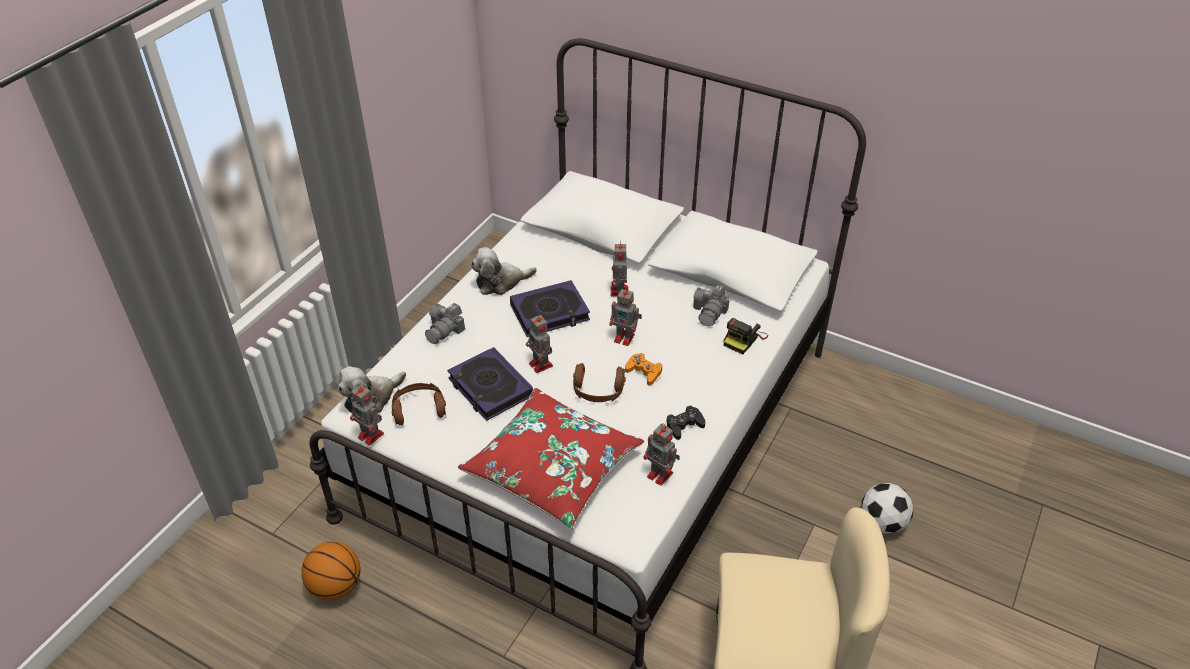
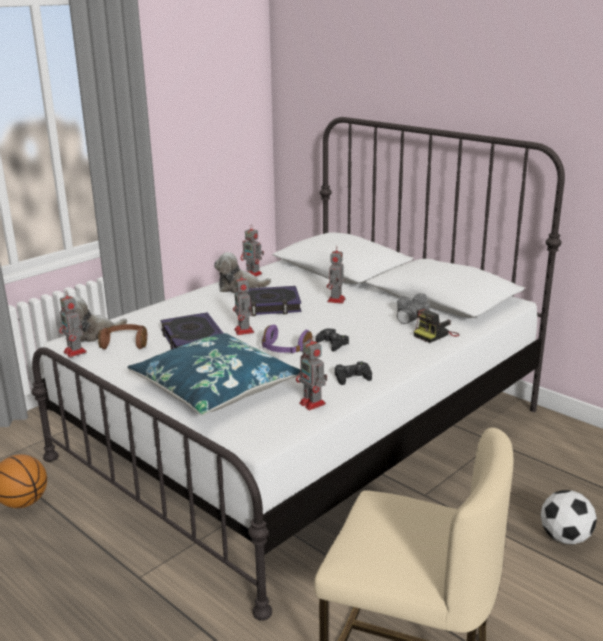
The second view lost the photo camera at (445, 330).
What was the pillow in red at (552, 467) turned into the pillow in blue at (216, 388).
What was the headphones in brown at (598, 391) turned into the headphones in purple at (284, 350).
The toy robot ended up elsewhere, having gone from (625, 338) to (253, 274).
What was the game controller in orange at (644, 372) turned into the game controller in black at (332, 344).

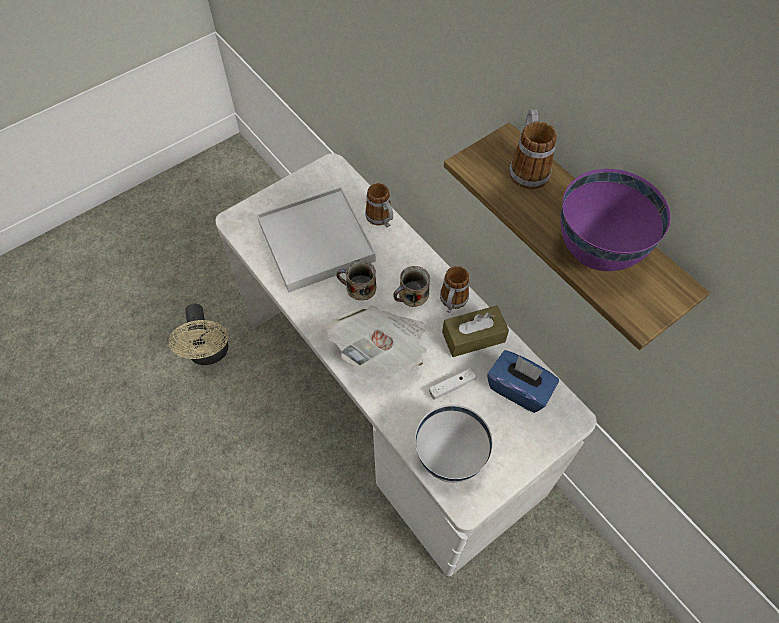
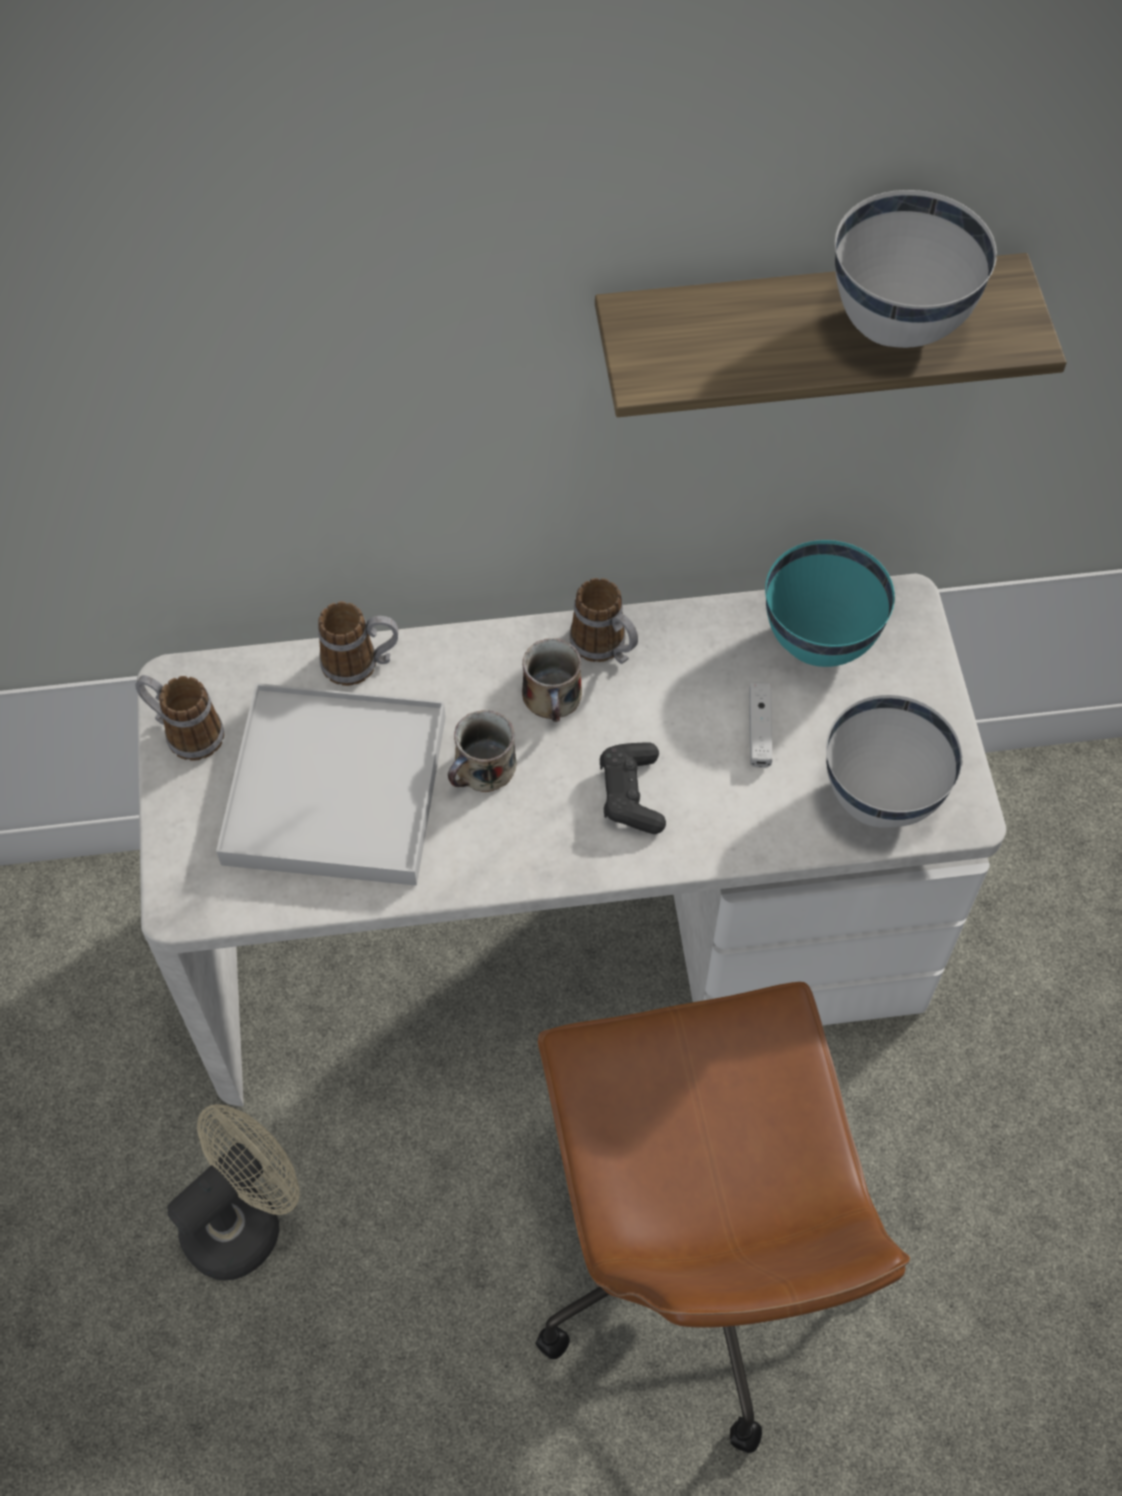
The fan in beige at (209, 354) ended up facing another way, 60 degrees counterclockwise from before.
Where the newspaper stood at (383, 350), the game controller in black came to stand at (631, 794).
The second view lost the tissue box in brown at (473, 337).
Where the tissue box in blue stood at (519, 389), the bowl in turquoise came to stand at (818, 643).
The mug ended up elsewhere, having gone from (527, 168) to (185, 732).
What was the bowl in purple at (596, 253) turned into the bowl in white at (898, 327).
The second view gained the office chair in brown at (696, 1259).

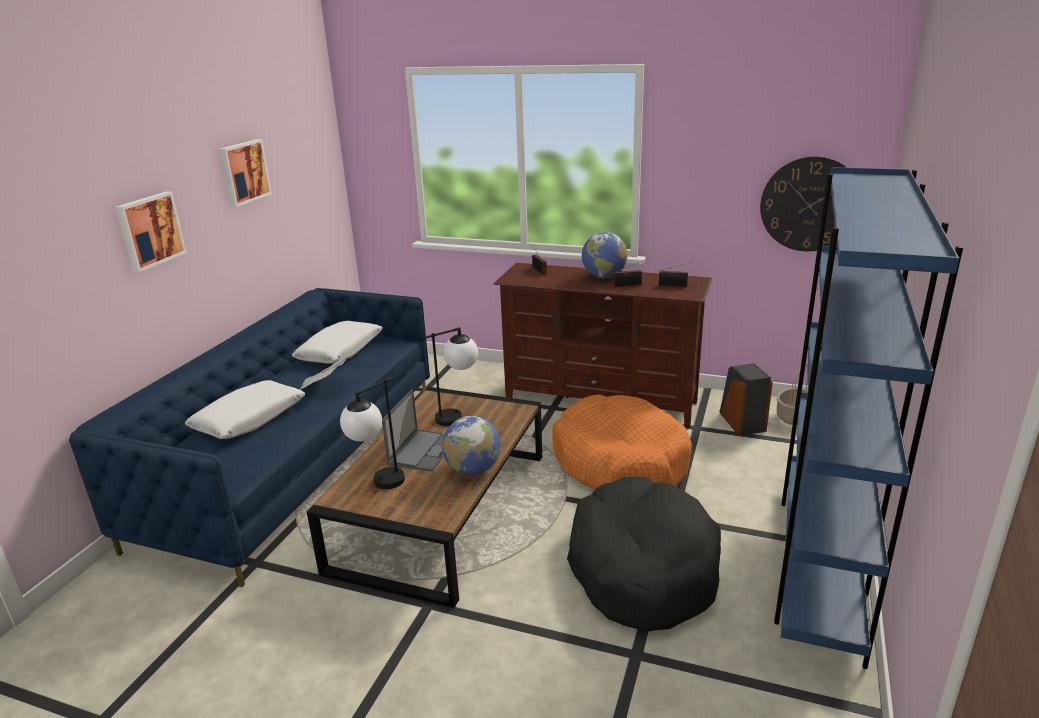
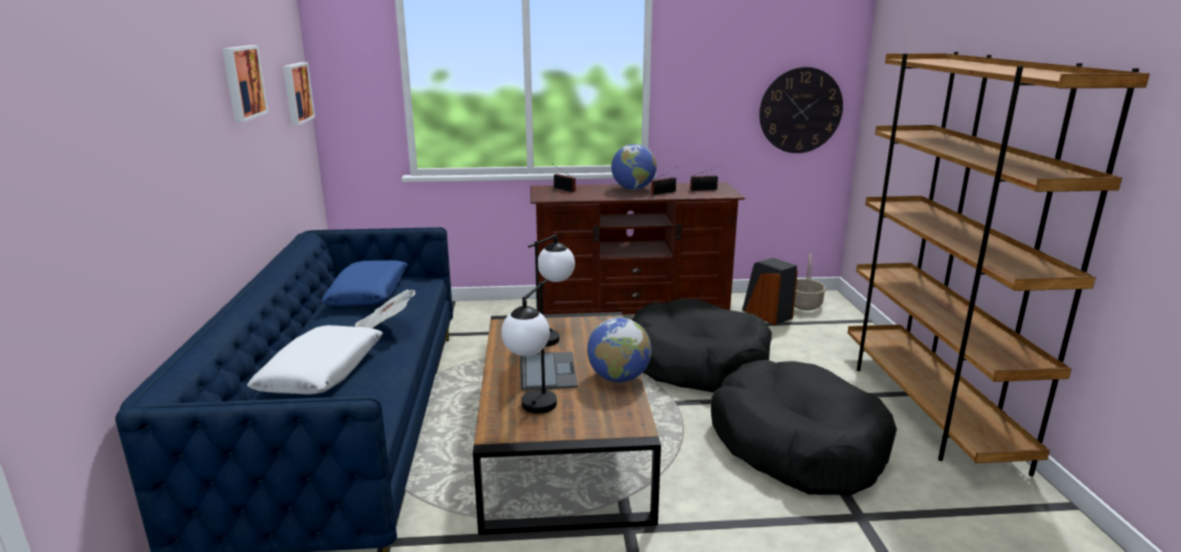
The picture ended up elsewhere, having gone from (149, 230) to (296, 93).
What was the pillow in white at (340, 351) turned into the pillow in blue at (368, 293).
What was the dog bed in orange at (620, 463) turned into the dog bed in black at (696, 364).
What was the bookcase in blue at (819, 565) turned into the bookcase in brown at (927, 409).

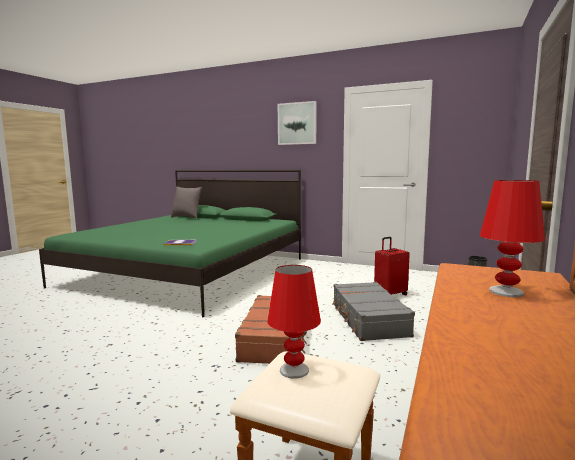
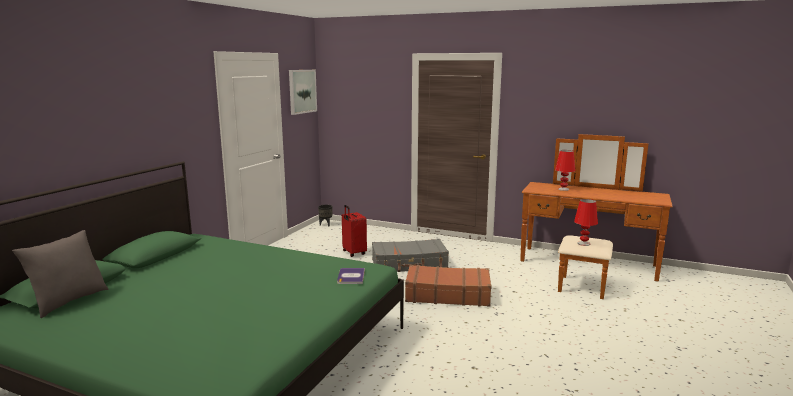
The picture ended up elsewhere, having gone from (297, 123) to (302, 91).

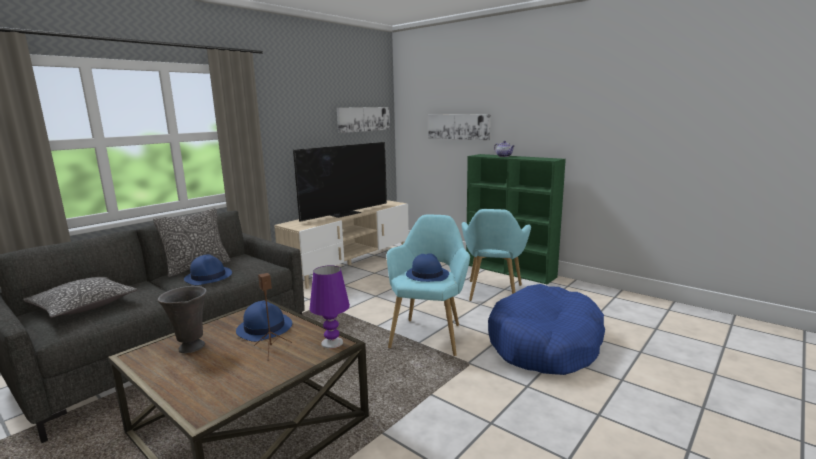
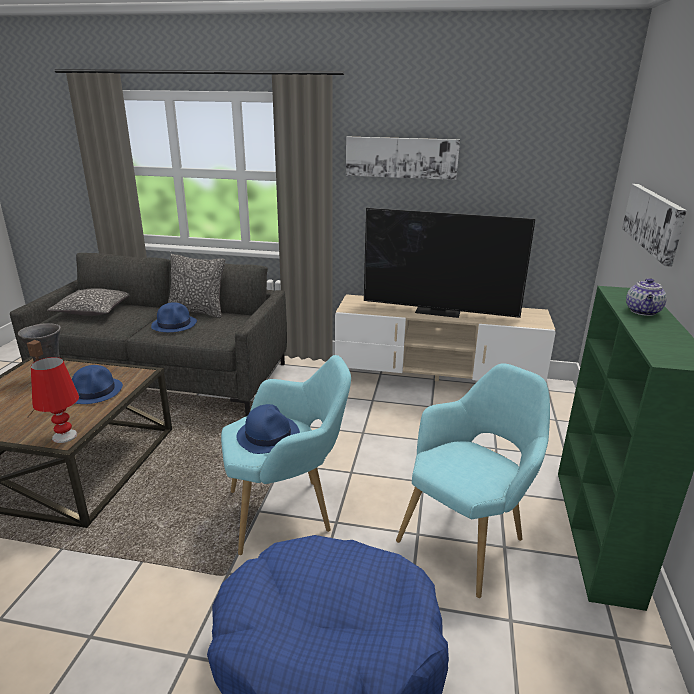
What was the table lamp in purple at (332, 343) turned into the table lamp in red at (64, 436).
The picture ended up elsewhere, having gone from (363, 119) to (401, 157).
The armchair in turquoise at (493, 294) ended up facing another way, 150 degrees clockwise from before.

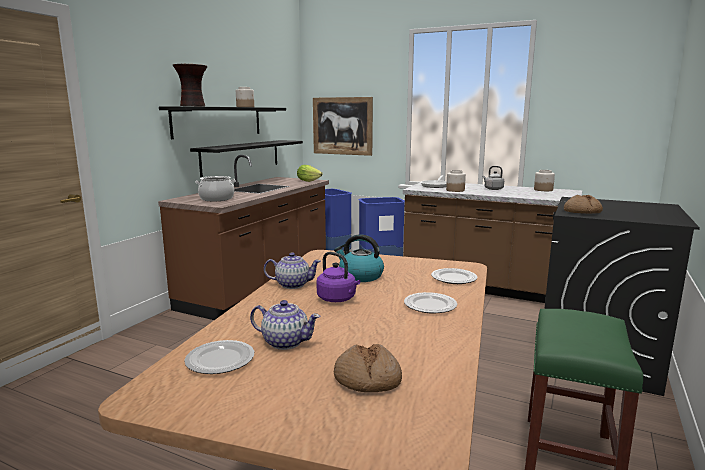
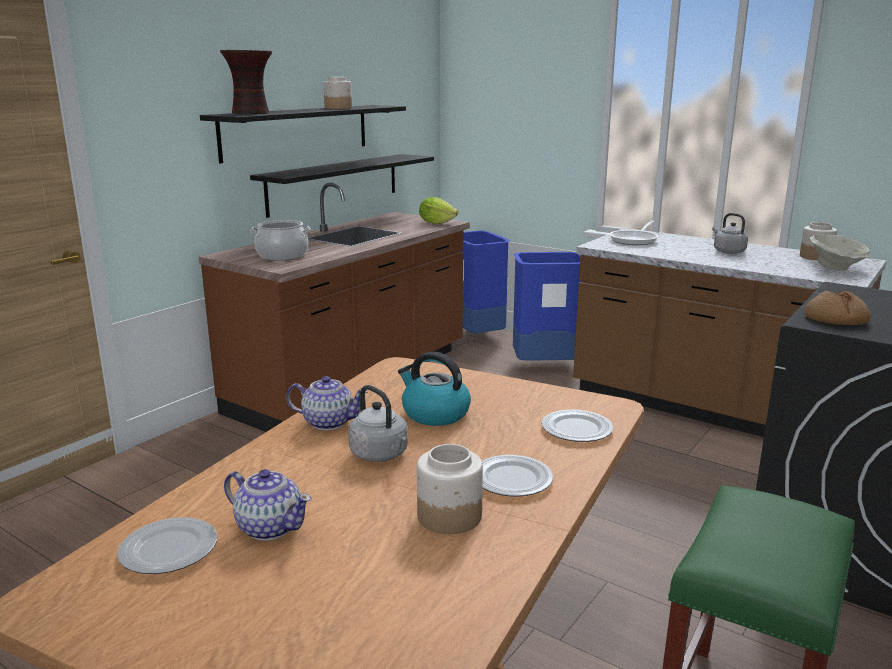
The second view lost the picture at (342, 126).
What was the kettle in purple at (338, 299) turned into the kettle in grey at (381, 455).
The second view lost the bread at (367, 379).
The jar ended up elsewhere, having gone from (455, 190) to (448, 516).
The second view gained the bowl in beige at (835, 268).

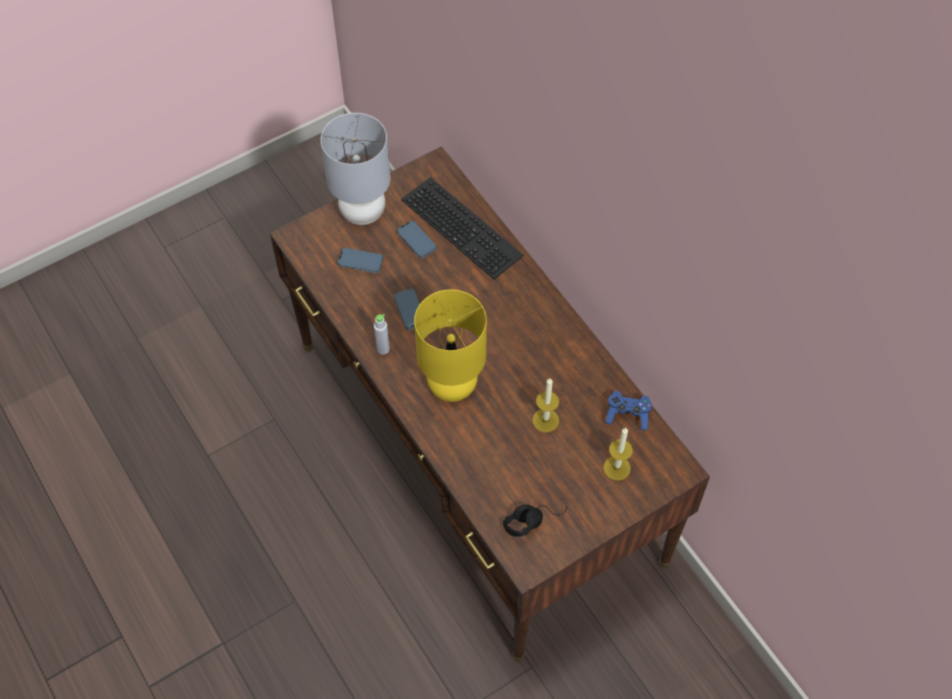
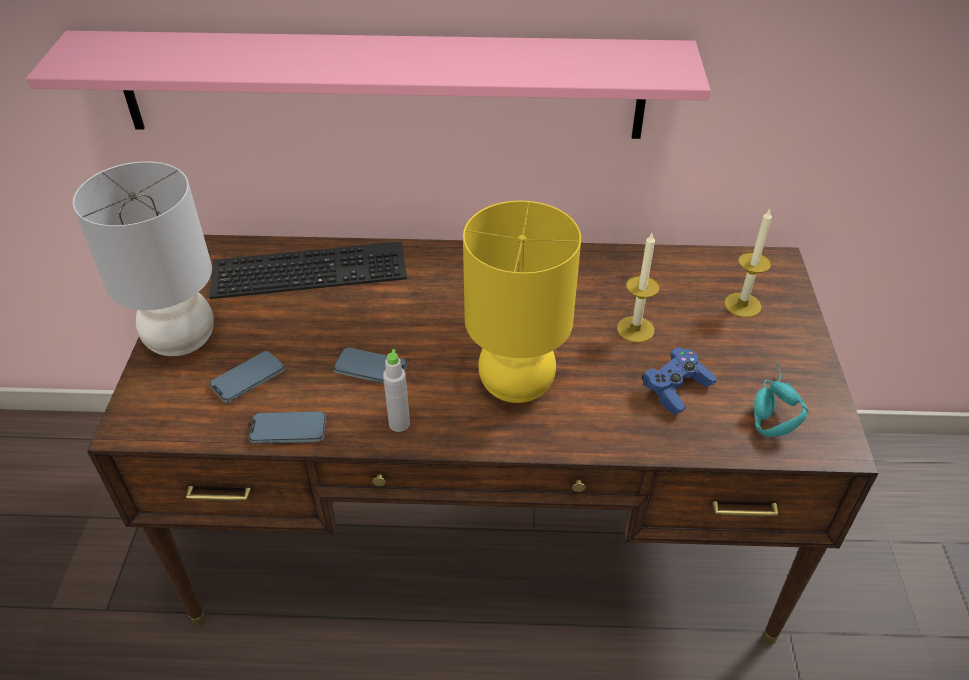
The phone ended up elsewhere, having gone from (416, 241) to (288, 430).
What was the headphones in black at (533, 518) turned into the headphones in turquoise at (767, 406).
The game controller in blue ended up elsewhere, having gone from (627, 415) to (676, 388).
The second view gained the shelf in pink at (382, 85).

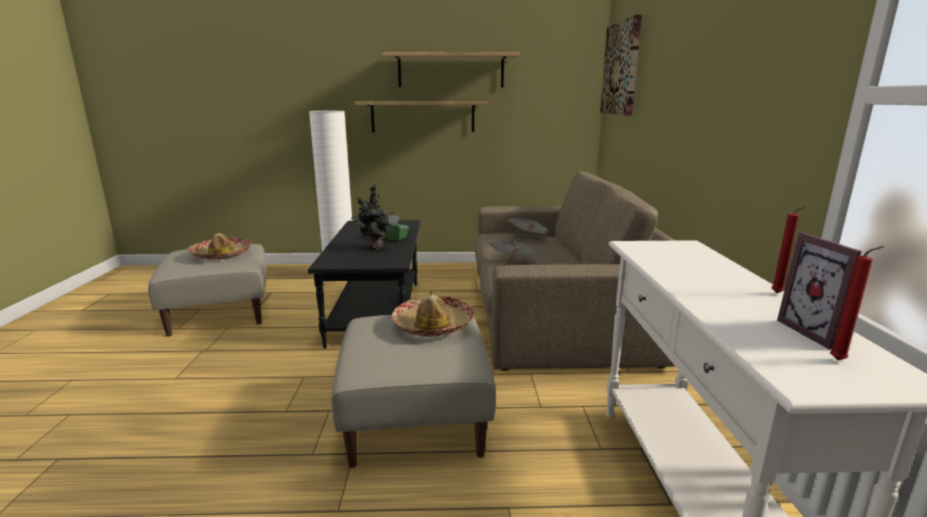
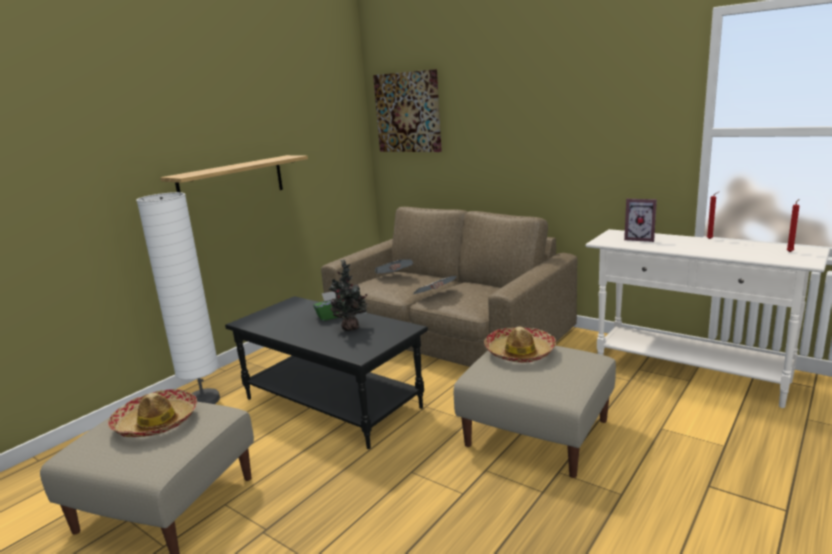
The second view lost the shelf at (451, 71).
The picture frame ended up elsewhere, having gone from (817, 332) to (640, 239).

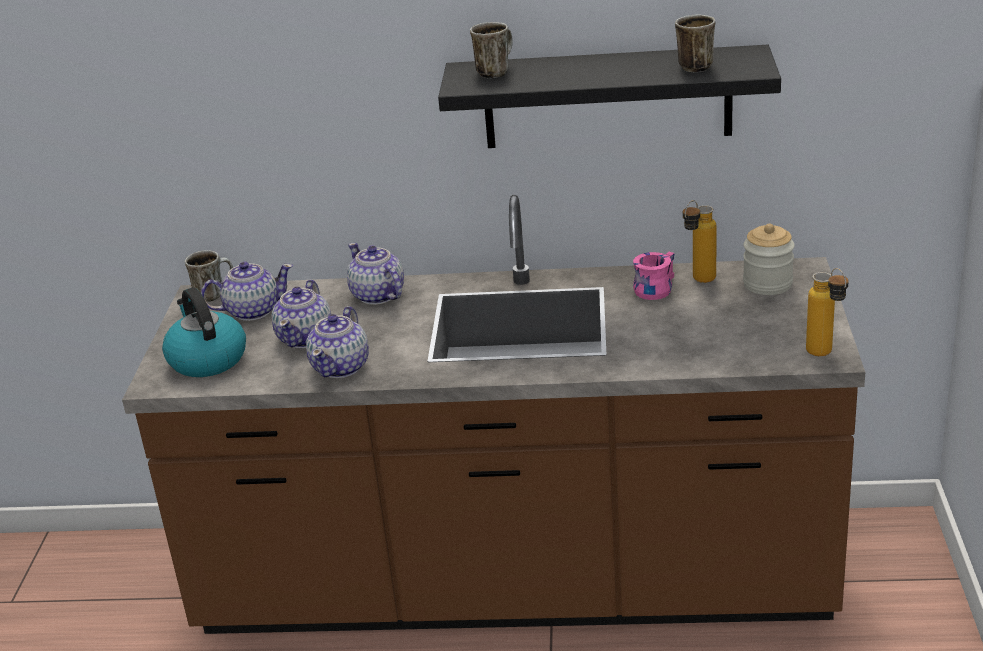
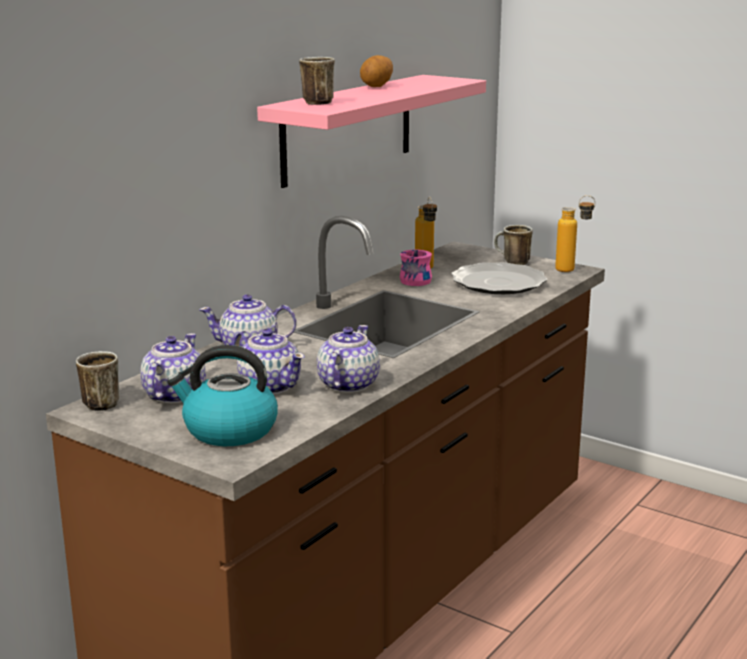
The teapot at (341, 367) ended up facing another way, 120 degrees counterclockwise from before.
What was the shelf in black at (607, 97) turned into the shelf in pink at (348, 129).
The mug ended up elsewhere, having gone from (692, 66) to (511, 263).
The second view lost the jar at (767, 284).
The second view gained the potato at (377, 86).
The second view gained the plate at (499, 282).

